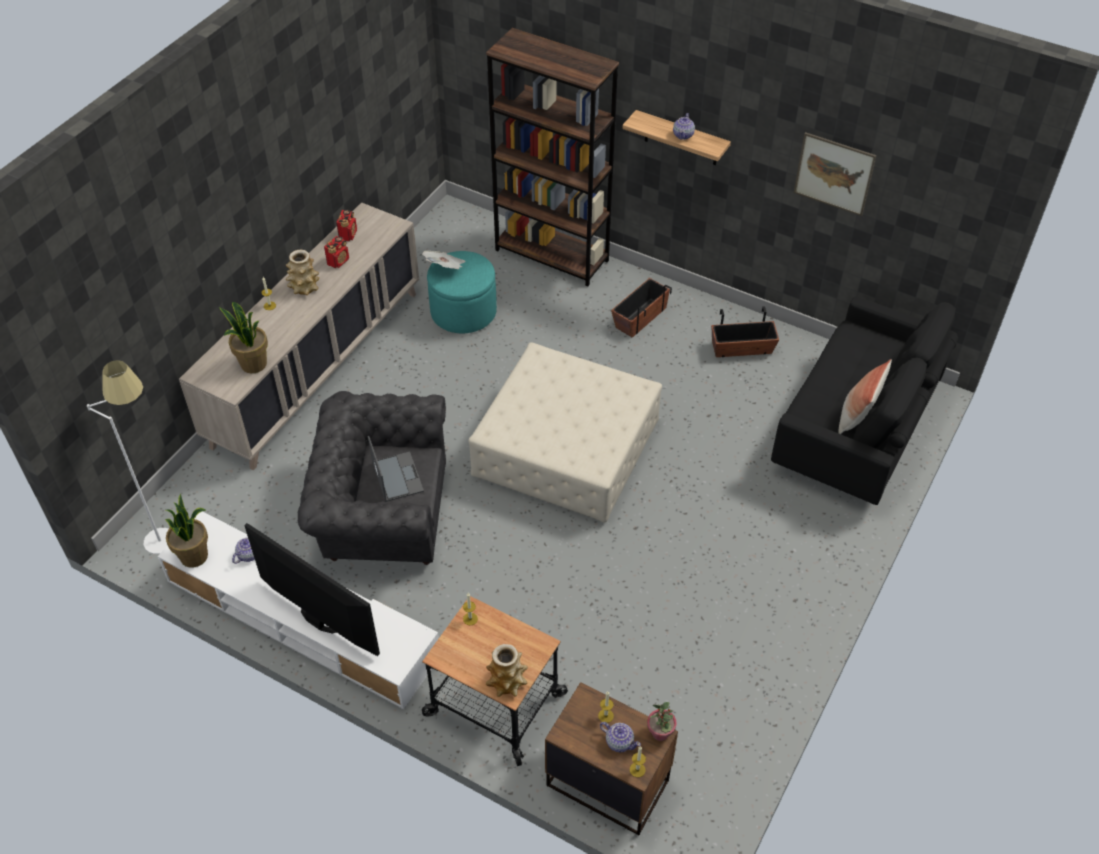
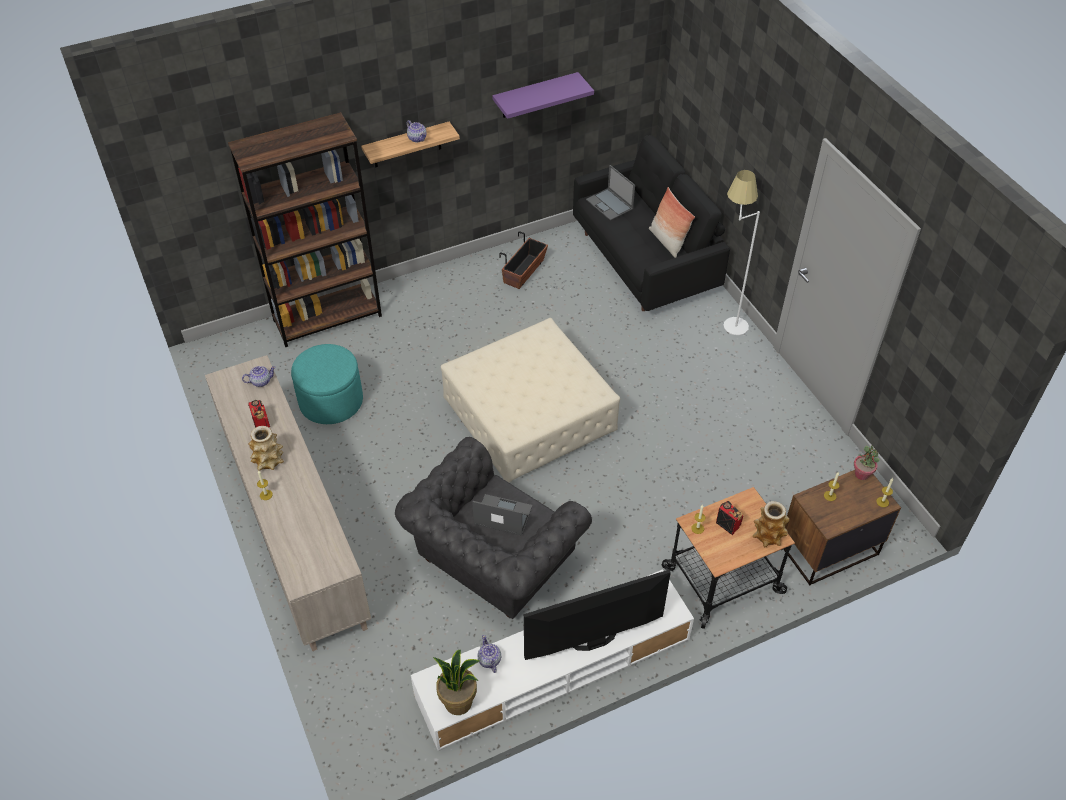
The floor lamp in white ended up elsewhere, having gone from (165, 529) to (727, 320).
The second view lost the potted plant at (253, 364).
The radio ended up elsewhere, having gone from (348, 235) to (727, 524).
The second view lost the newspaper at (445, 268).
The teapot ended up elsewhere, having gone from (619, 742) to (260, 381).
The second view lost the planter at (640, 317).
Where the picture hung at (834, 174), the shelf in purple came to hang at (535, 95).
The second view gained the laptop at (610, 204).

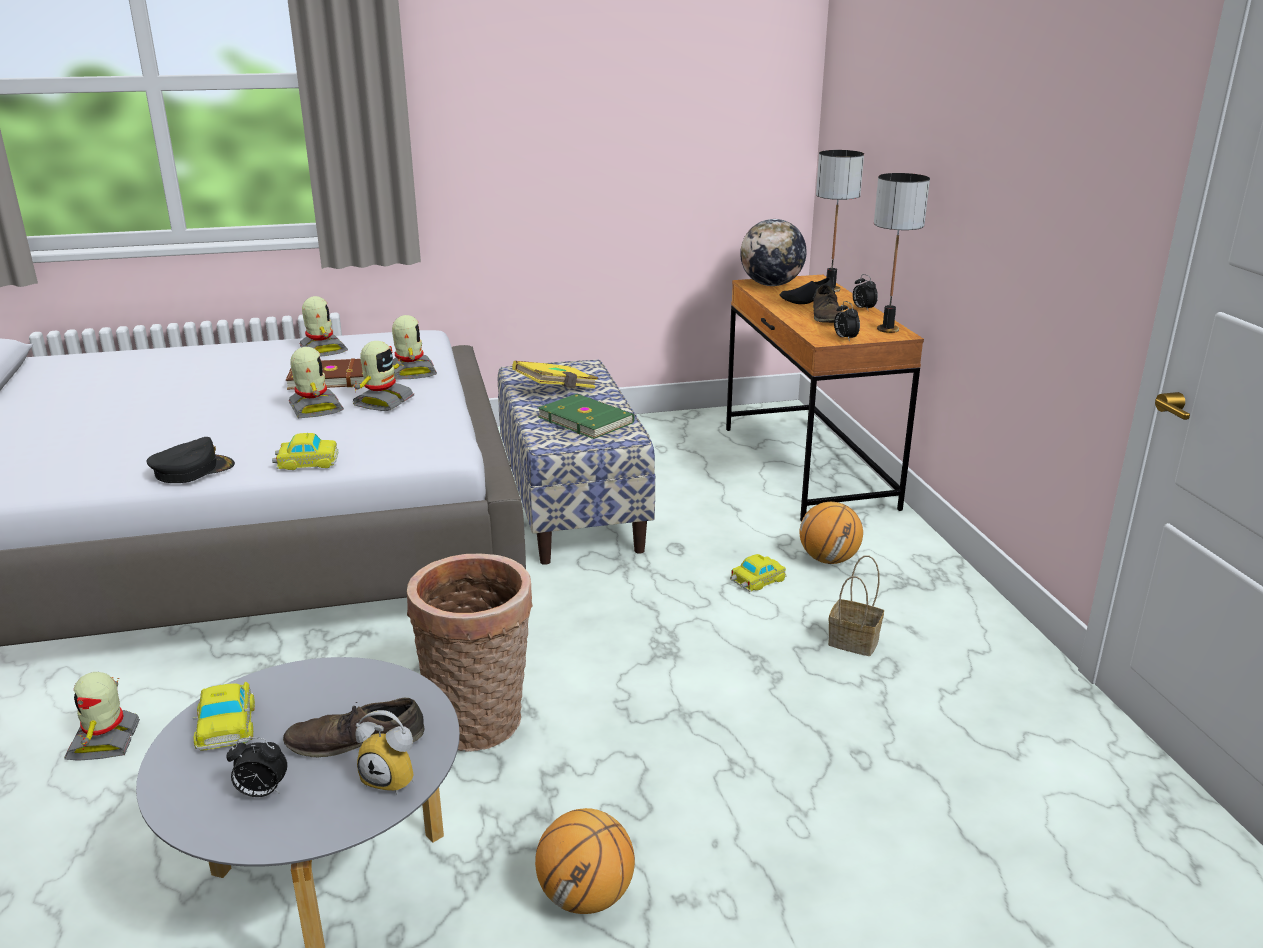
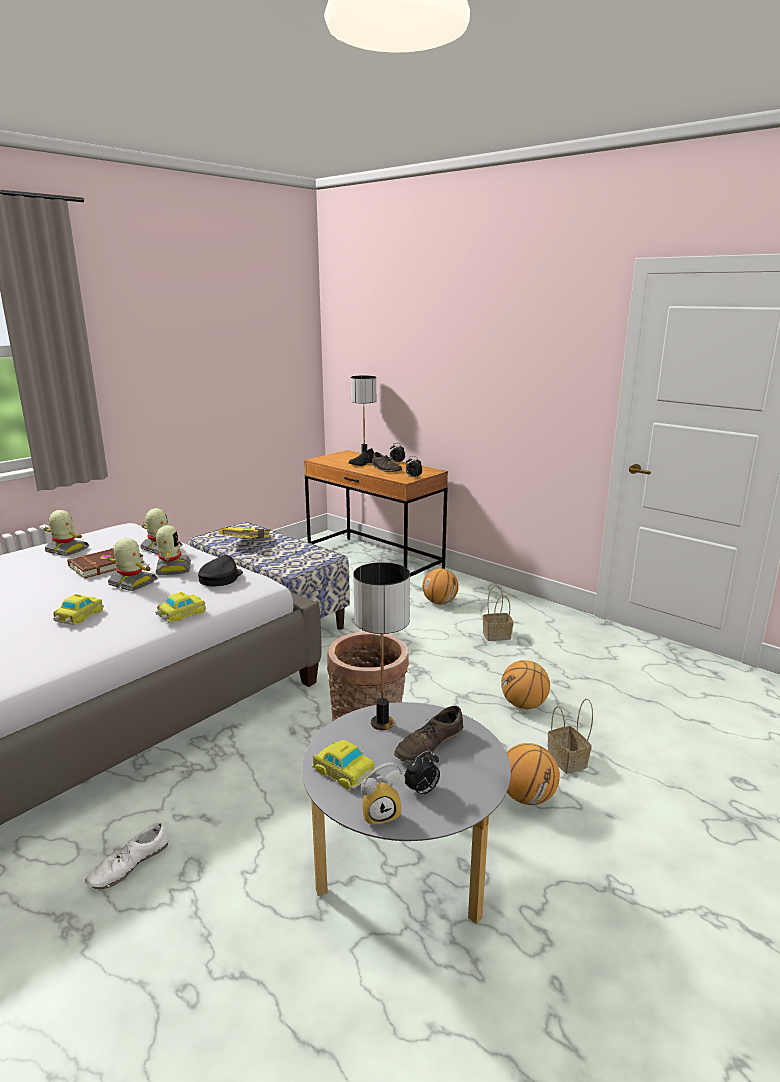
Where the toy robot stood at (106, 741), the shoe in white came to stand at (129, 864).
The cap in black ended up elsewhere, having gone from (192, 470) to (220, 578).
The alarm clock ended up elsewhere, having gone from (394, 778) to (381, 813).
The second view lost the book in green at (586, 419).
The toy car ended up elsewhere, having gone from (756, 580) to (78, 616).
The second view lost the globe at (771, 285).
The table lamp ended up elsewhere, having gone from (887, 329) to (381, 723).
The second view gained the basketball at (524, 705).
The second view gained the basket at (568, 761).

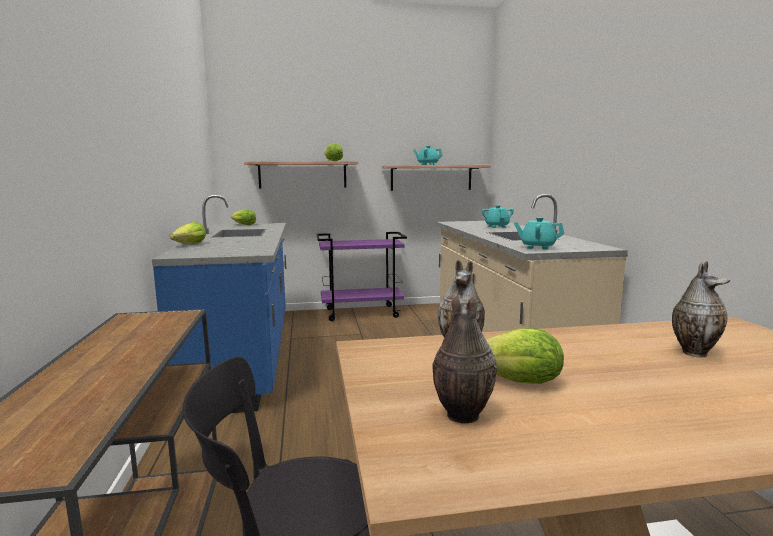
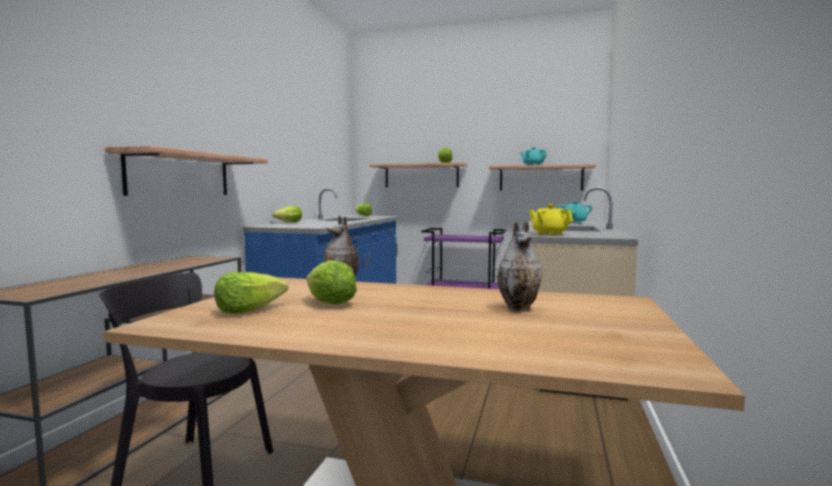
Where the vase stood at (460, 416), the lettuce came to stand at (249, 310).
What was the teapot in turquoise at (537, 247) turned into the teapot in yellow at (549, 234).
The second view gained the shelf at (180, 175).

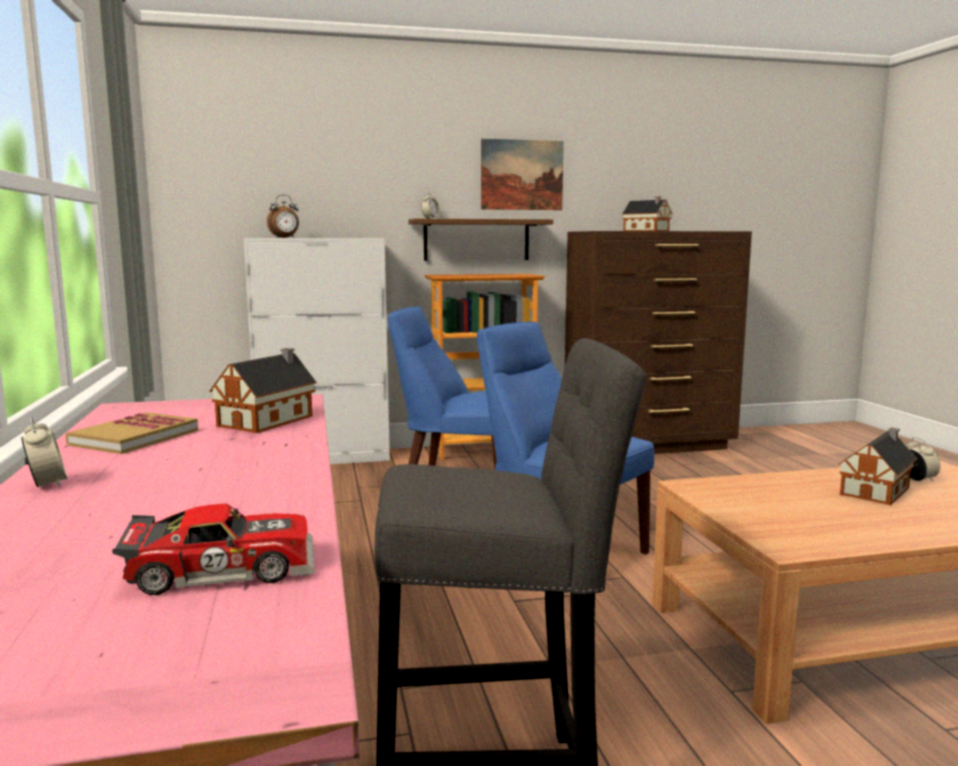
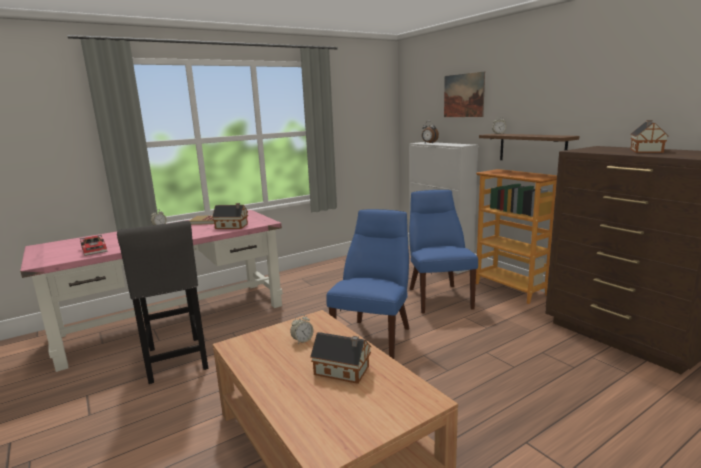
The picture ended up elsewhere, having gone from (522, 175) to (463, 95).
The alarm clock ended up elsewhere, having gone from (918, 479) to (302, 340).

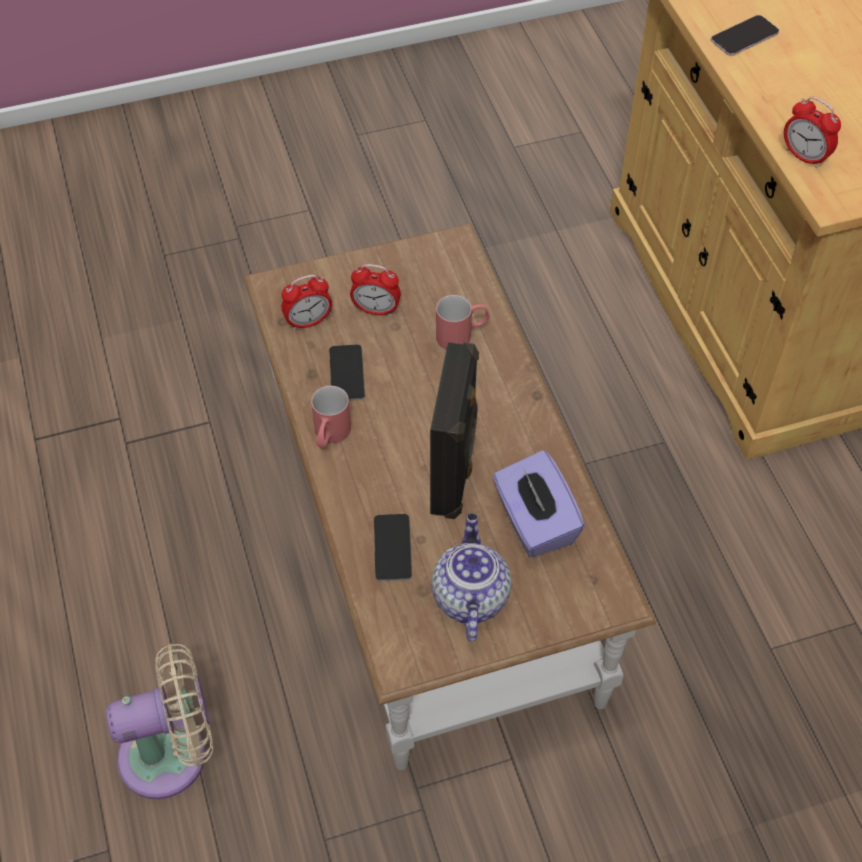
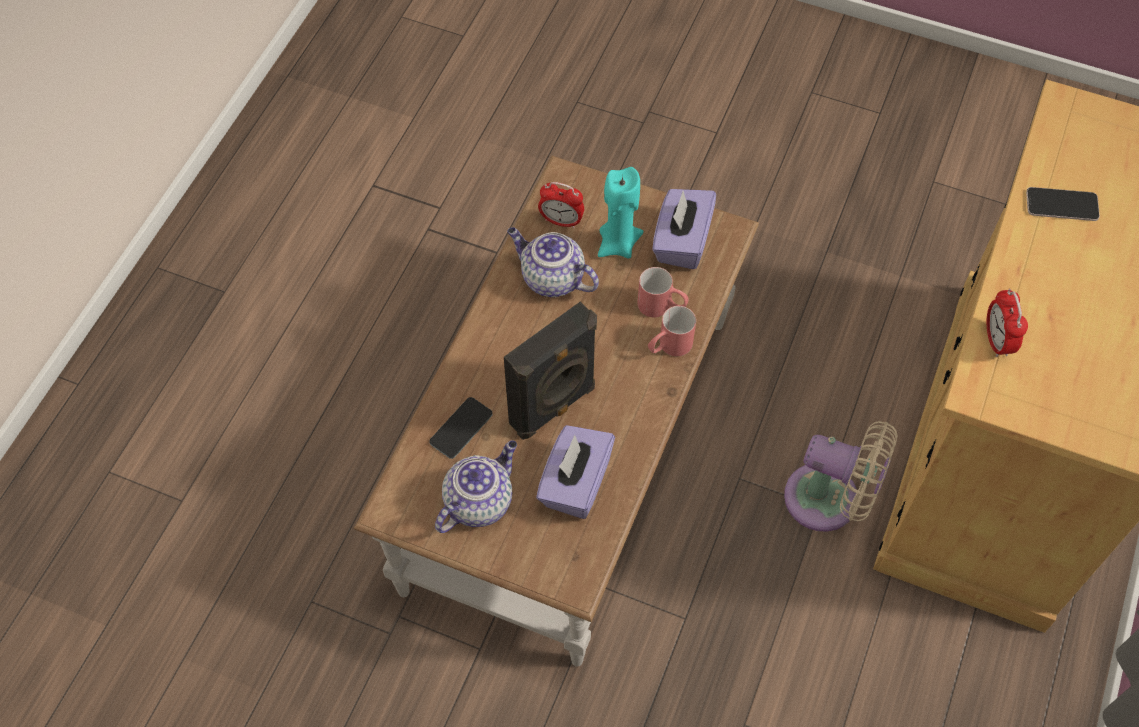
The fan in beige ended up elsewhere, having gone from (172, 754) to (829, 501).
The mug in red ended up elsewhere, having gone from (330, 436) to (669, 347).
Where the phone stood at (346, 373), the teapot came to stand at (551, 278).
Where the alarm clock stood at (376, 310), the candle in turquoise came to stand at (618, 244).
The second view gained the tissue box in purple at (681, 242).

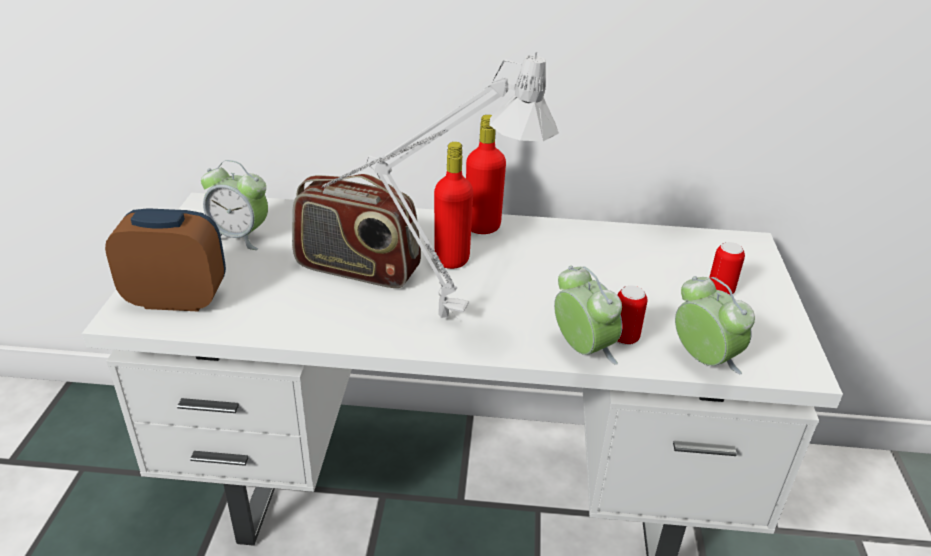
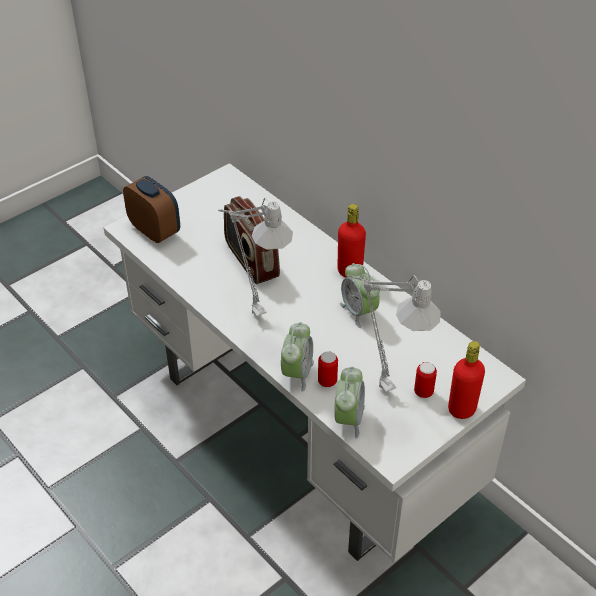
The alarm clock ended up elsewhere, having gone from (240, 237) to (359, 311).
The bottle in red ended up elsewhere, having gone from (452, 259) to (461, 409).
The second view gained the table lamp in grey at (377, 381).

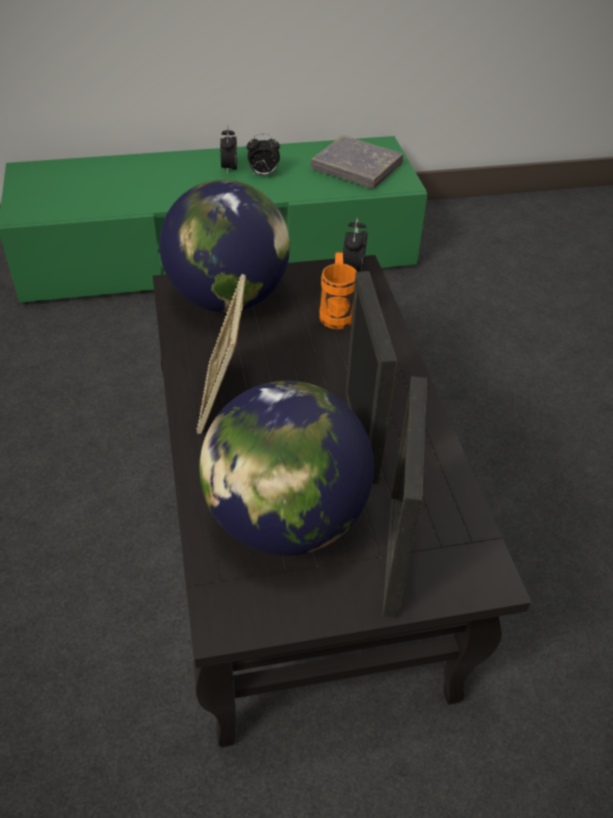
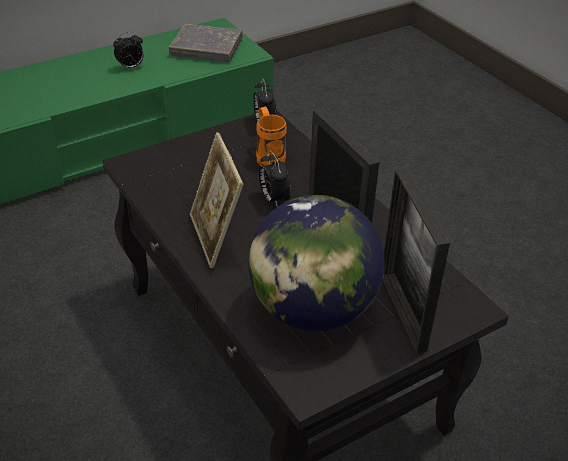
The second view lost the globe at (229, 298).
The alarm clock ended up elsewhere, having gone from (229, 169) to (273, 199).

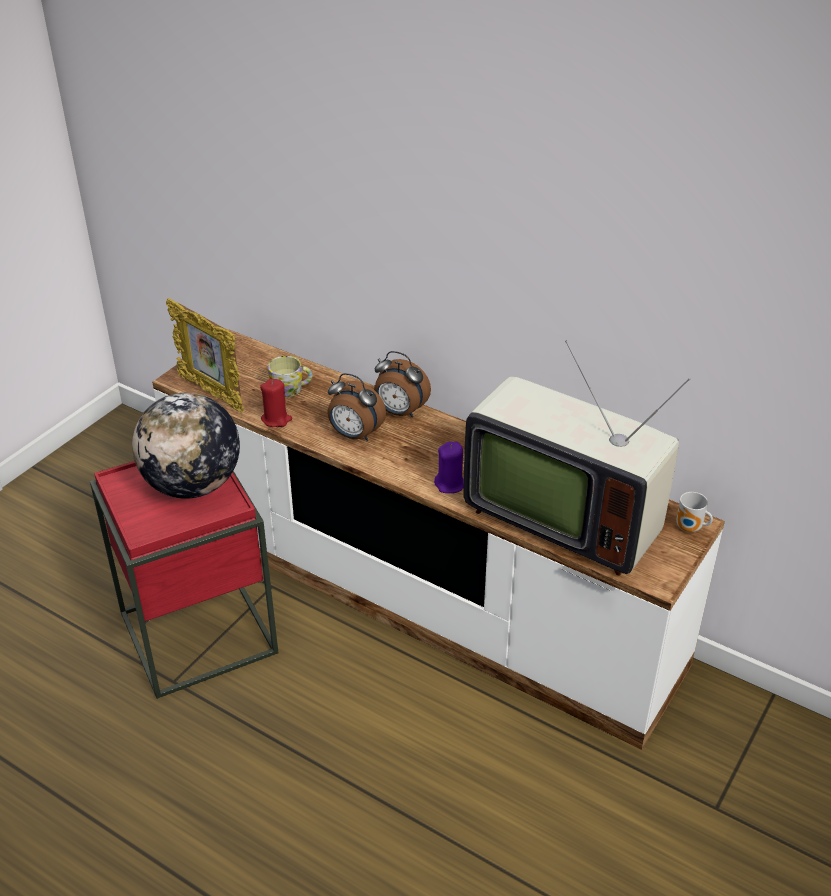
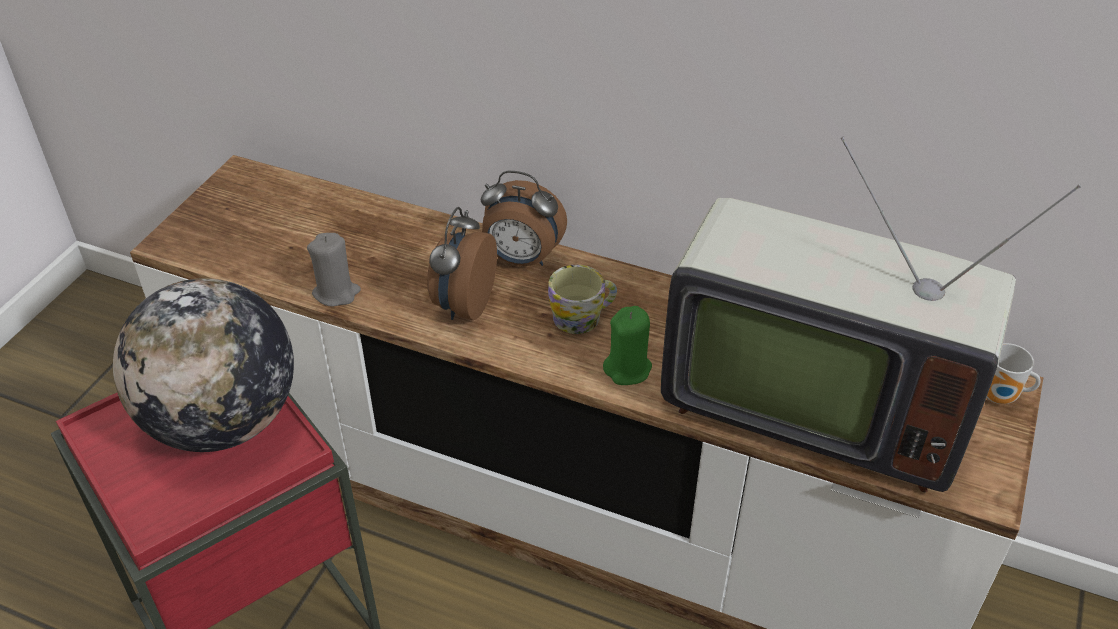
The second view lost the picture frame at (212, 393).
What was the candle in red at (276, 419) turned into the candle in grey at (336, 293).
The mug ended up elsewhere, having gone from (291, 389) to (583, 316).
The alarm clock at (355, 435) ended up facing another way, 90 degrees clockwise from before.
What was the candle in purple at (450, 484) turned into the candle in green at (628, 369).

